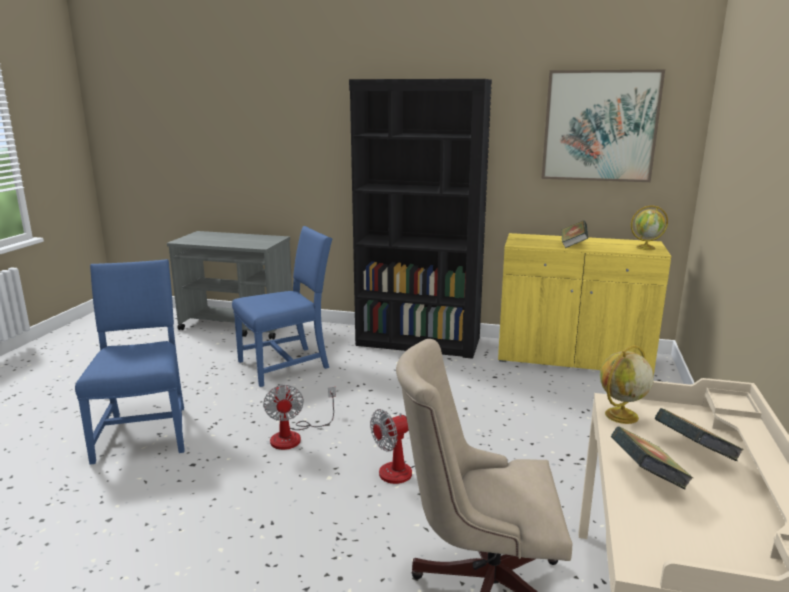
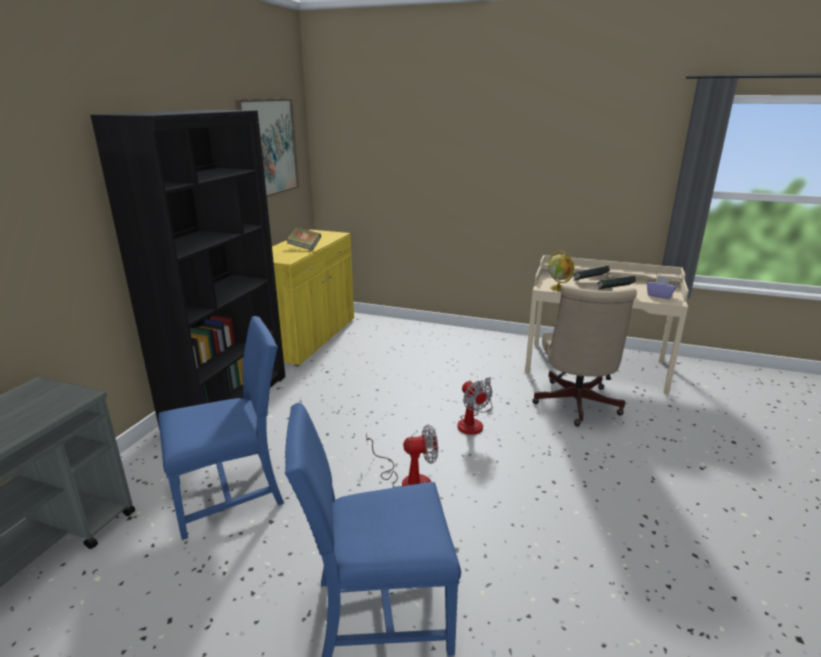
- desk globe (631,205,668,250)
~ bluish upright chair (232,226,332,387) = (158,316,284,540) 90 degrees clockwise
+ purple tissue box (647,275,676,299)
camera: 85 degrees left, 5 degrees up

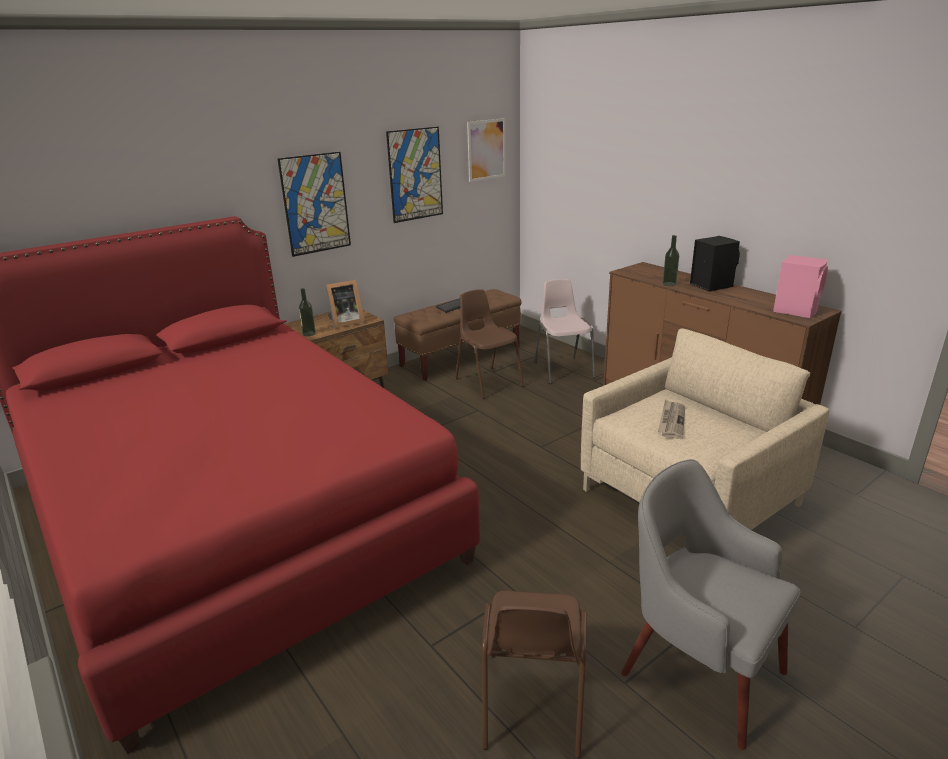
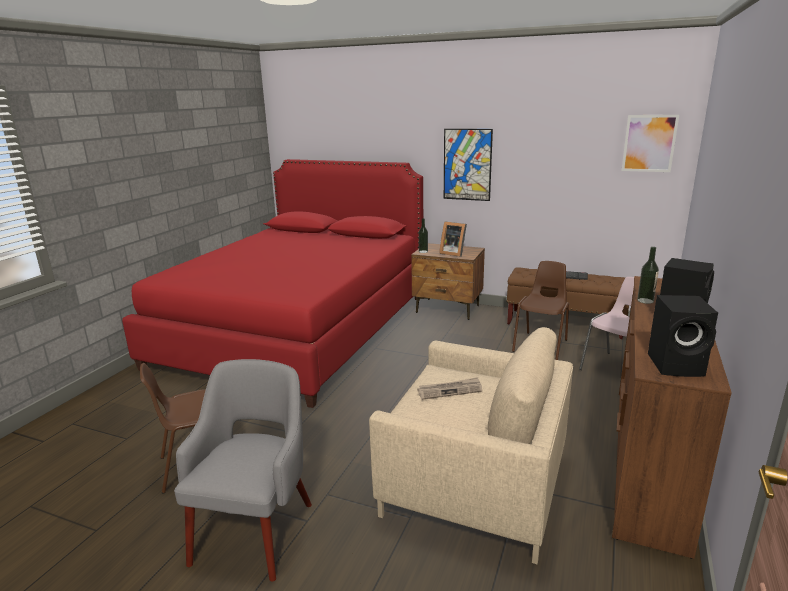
- picture (386,127,443,223)
~ pink-coloured speaker (773,255,828,318) to blackish speaker (648,295,718,377)
camera: 60 degrees right, 5 degrees down

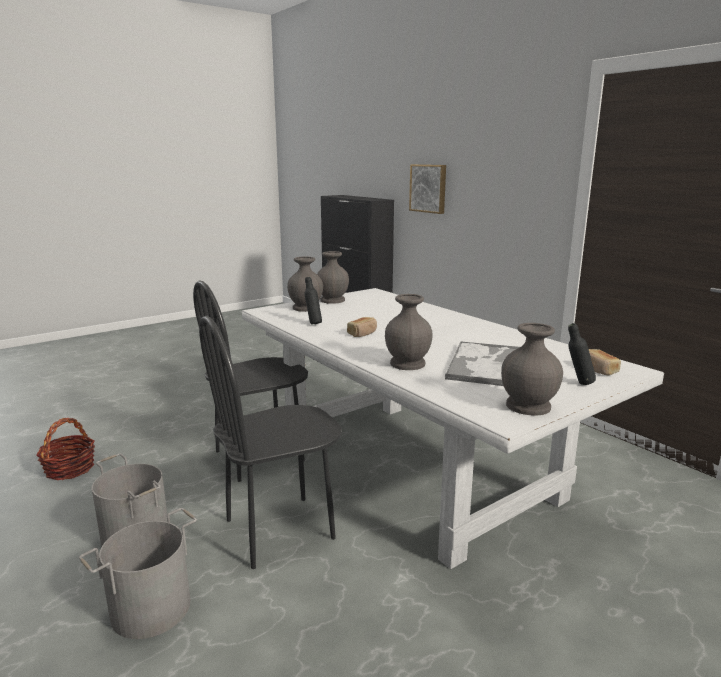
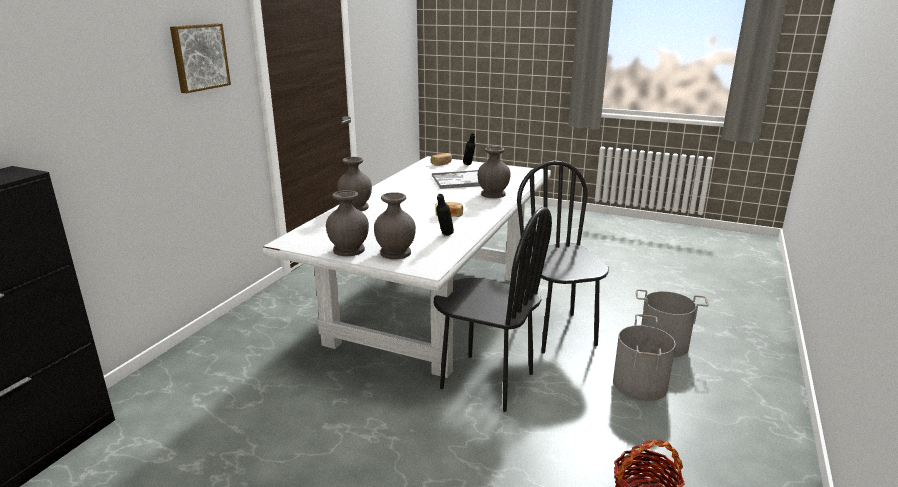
~ picture (409,164,446,214) to (170,23,231,93)
~ blackish upright chair (199,316,342,569) = (517,161,609,354) 135 degrees counterclockwise
~ gray vase (501,323,563,415) to (337,157,372,211)
camera: 120 degrees left, 5 degrees up

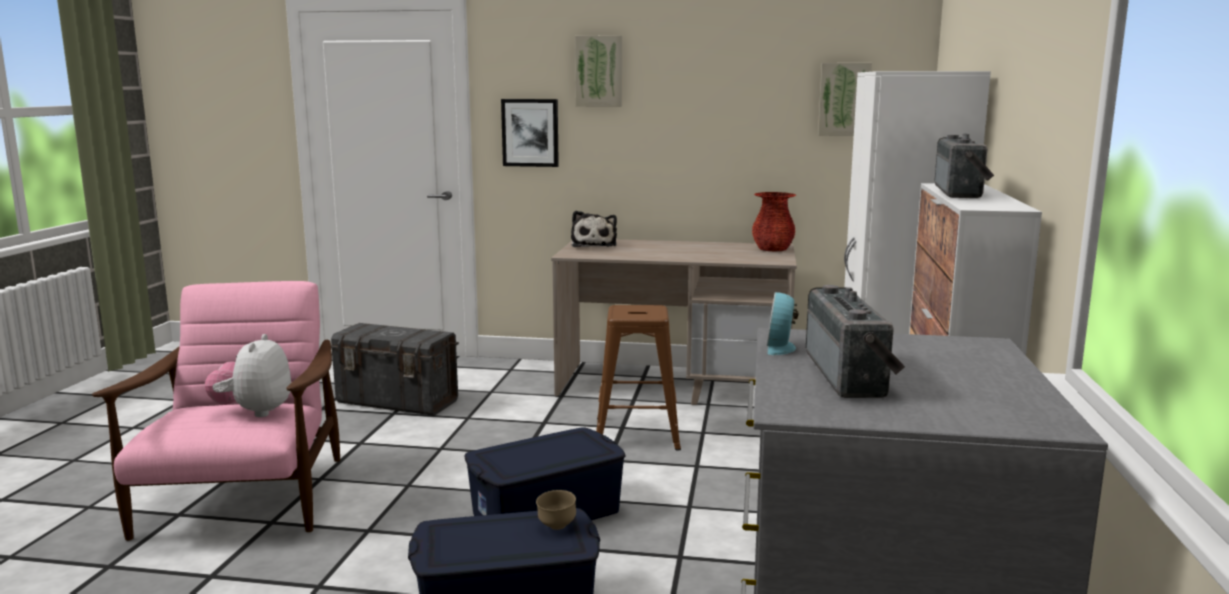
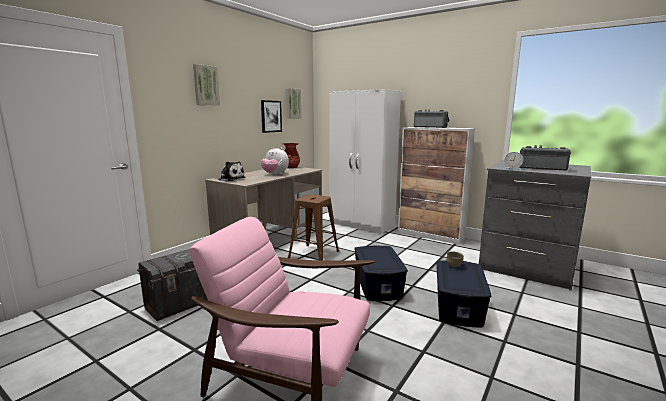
~ picture (501,99,559,167) to (261,100,282,133)
~ cuddly toy (205,334,291,417) to (261,147,289,175)
camera: 65 degrees left, 0 degrees up

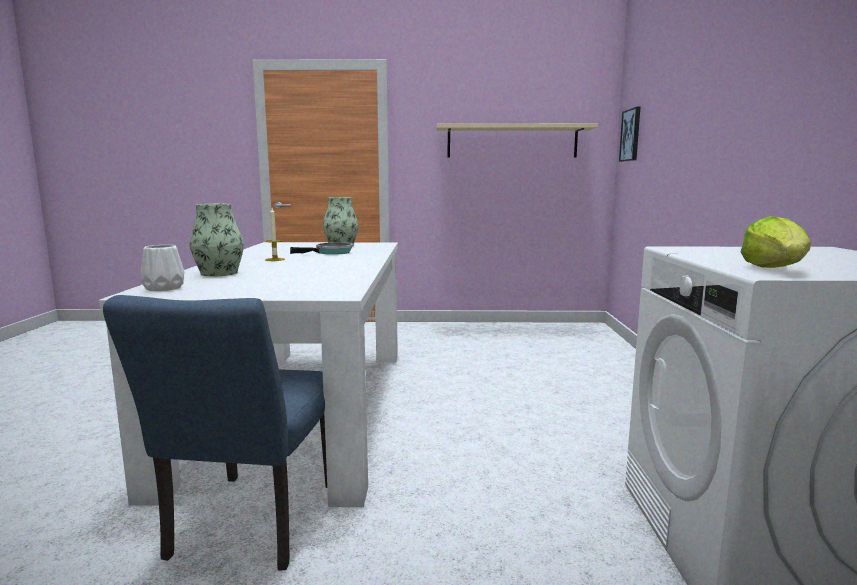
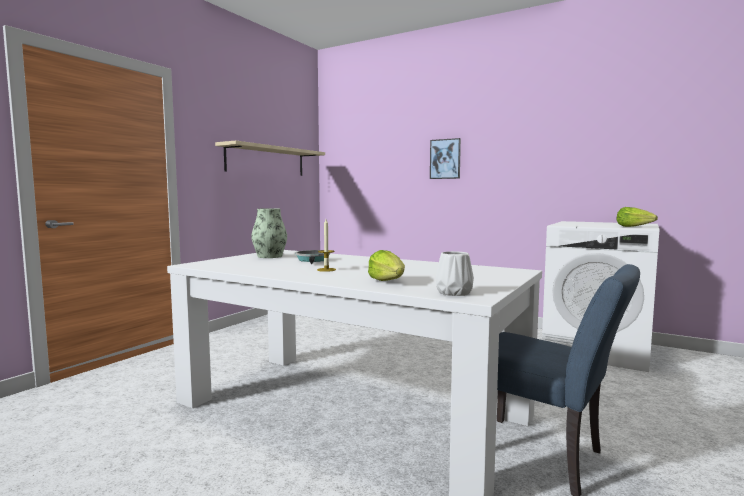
~ picture (619,107,640,162) to (430,138,461,179)
~ vase (190,204,244,276) to lettuce (368,250,405,281)
camera: 60 degrees left, 5 degrees down

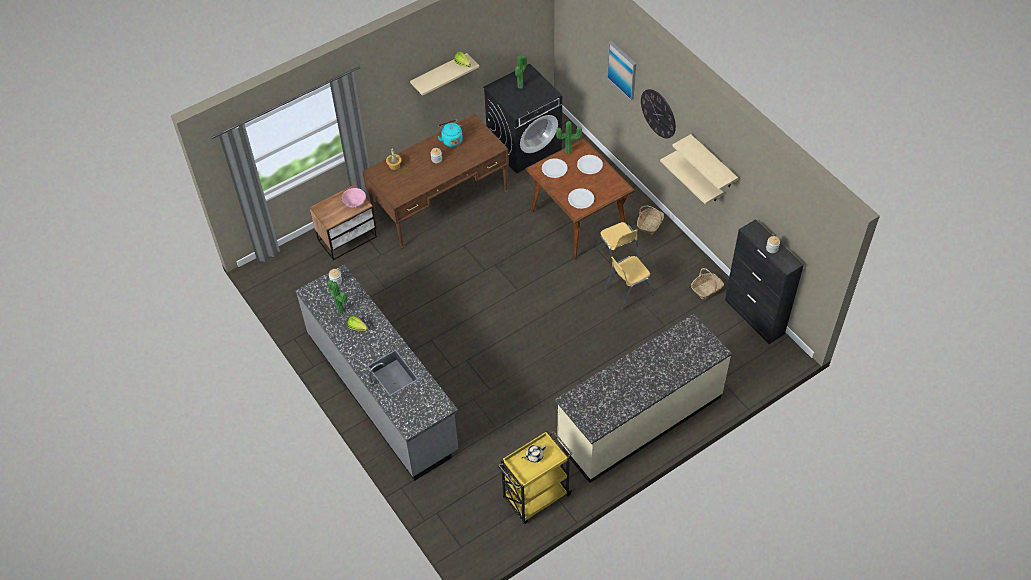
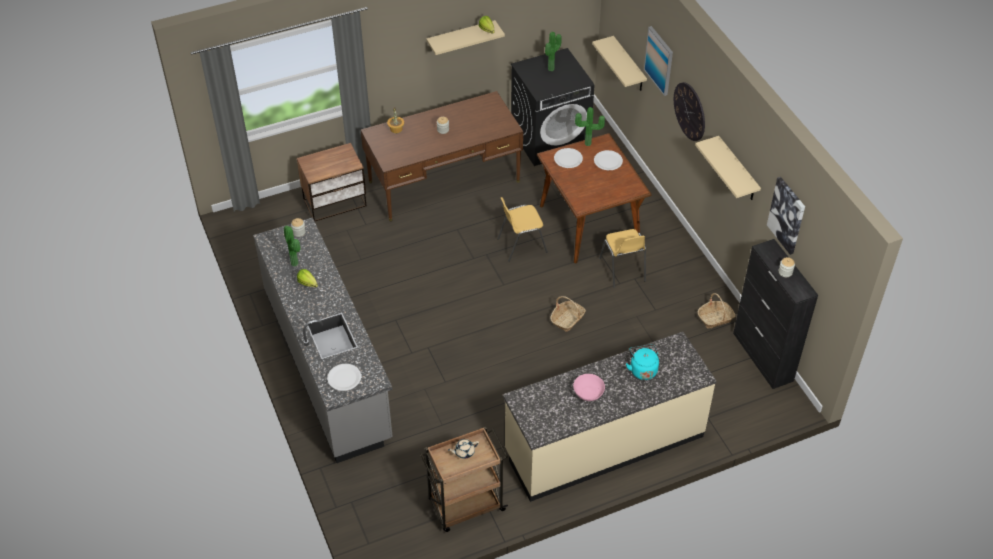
~ turquoise water kettle (438,120,463,147) to (626,344,659,380)
~ beige shelf (660,150,724,204) to (592,36,647,91)
~ pink-coloured deep dish (342,188,366,208) to (573,374,605,401)
~ whitish dinner plate (568,188,594,209) to (327,364,361,391)
~ basket (637,205,664,235) to (550,296,586,332)
~ yellowish upright chair (605,256,653,310) to (497,197,548,262)
~ yellowish cart (498,430,573,524) to brownish cart (420,427,508,532)
+ picture (767,177,805,255)
camera: 10 degrees right, 5 degrees down

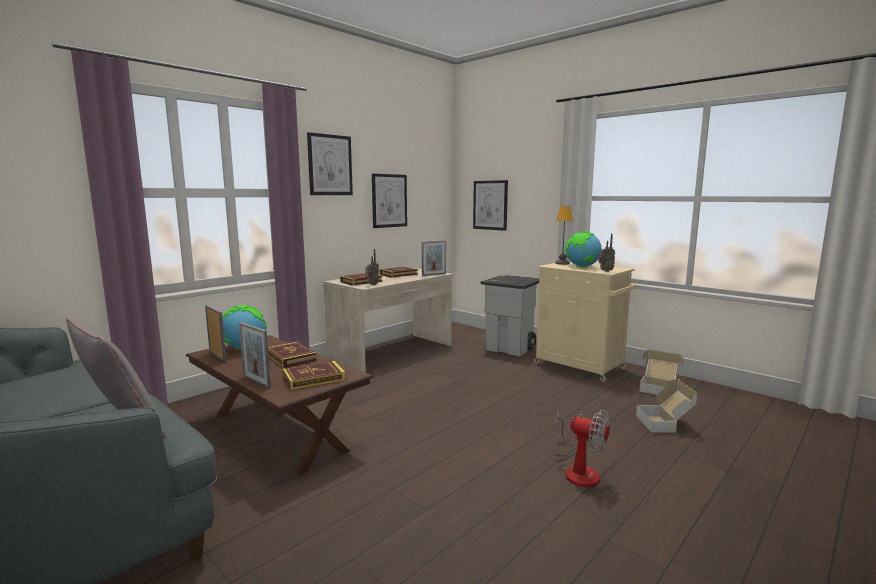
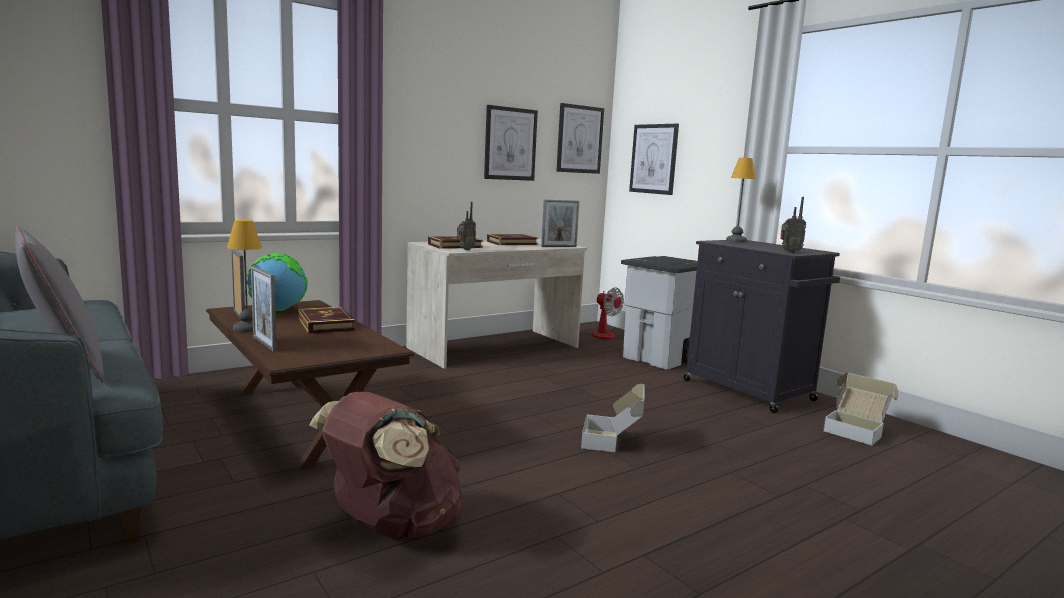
~ picture (307,132,353,195) to (556,103,604,174)
- desk globe (565,231,602,268)
~ beige cupboard (534,262,636,382) to blackish cupboard (684,240,840,413)
- bound book (283,360,345,390)
~ packing box (636,379,697,433) to (581,384,645,452)
~ cooling fan (554,410,611,487) to (590,287,624,340)
+ lamp for a table (227,220,262,332)
+ brownish backpack (309,392,462,541)
camera: 10 degrees right, 0 degrees up

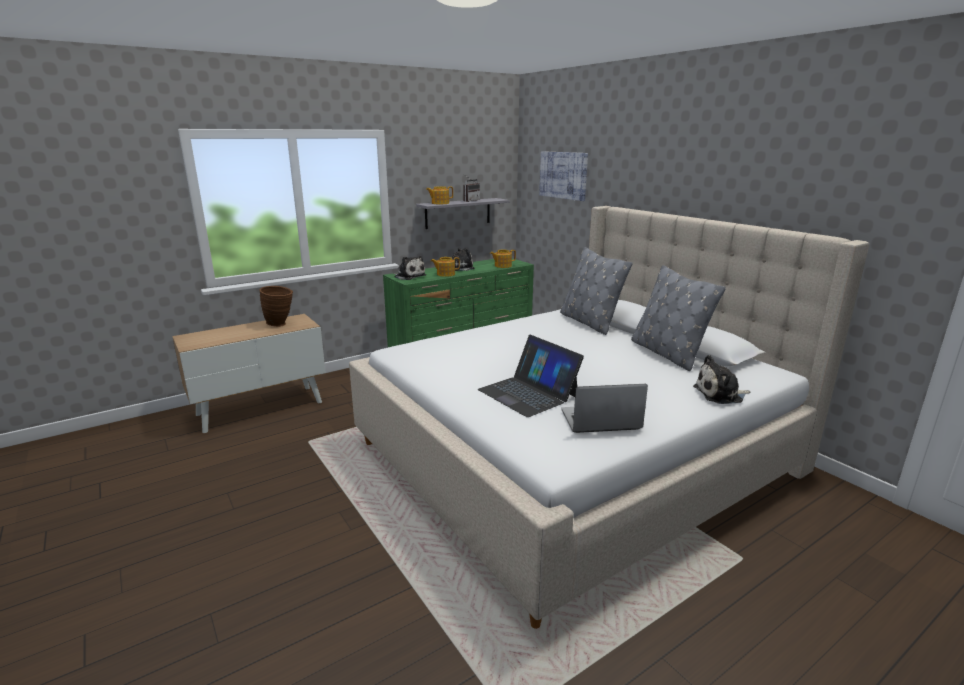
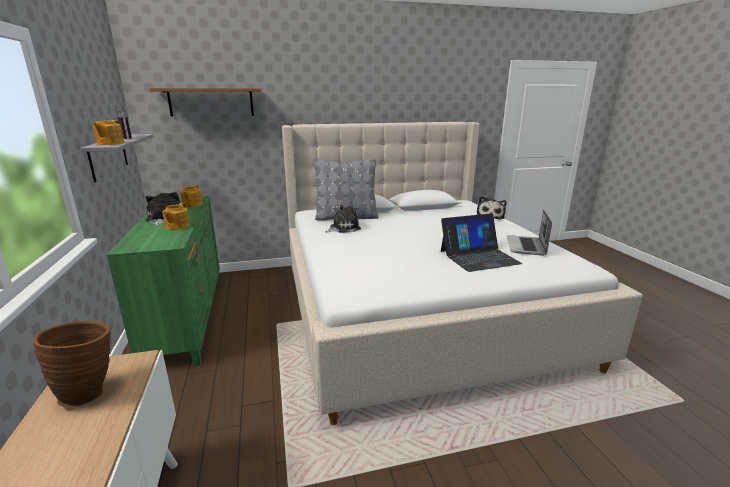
~ picture (539,151,588,201) to brownish shelf (149,88,262,117)
~ cuddly toy (394,256,426,280) to (325,205,361,233)
- gray throw pillow (631,265,726,371)
camera: 70 degrees left, 0 degrees up

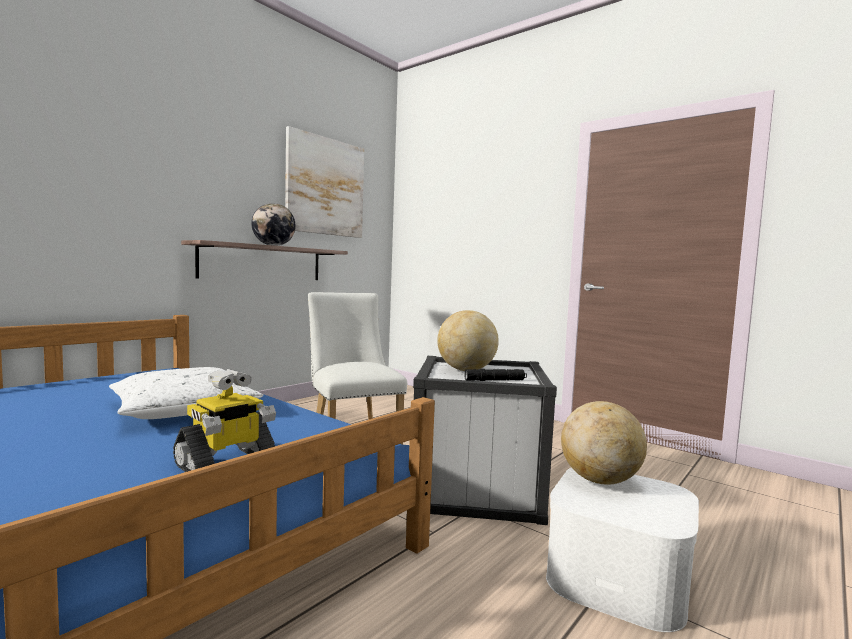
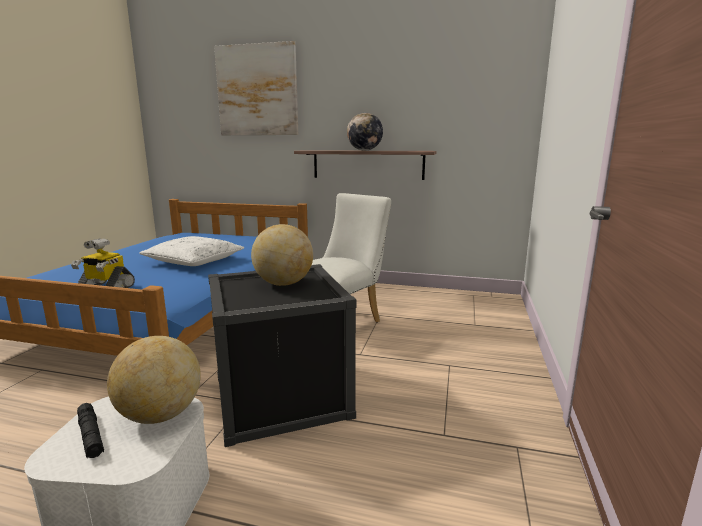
~ picture (285,126,364,238) to (214,41,298,135)
~ whitish storage bin (413,356,557,525) to blackish storage bin (208,264,357,447)
~ blackish hand torch (464,369,527,381) to (77,403,104,458)
camera: 65 degrees right, 10 degrees up

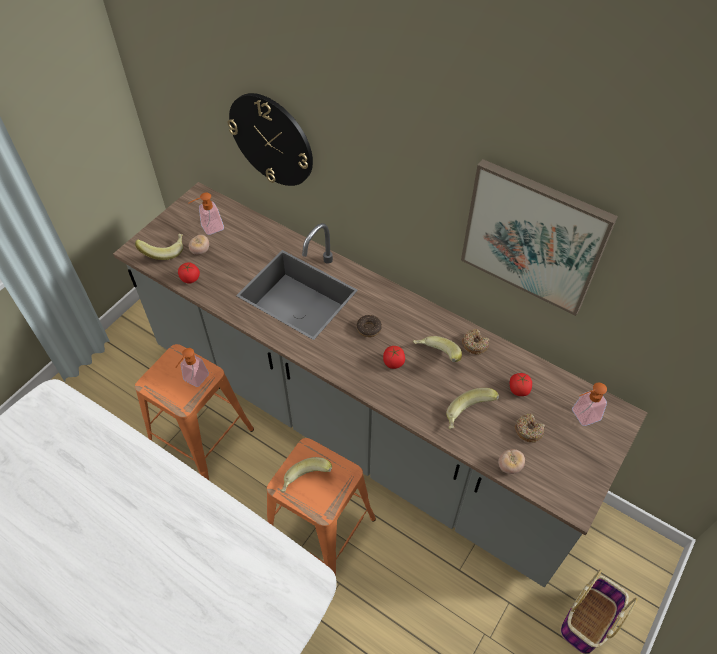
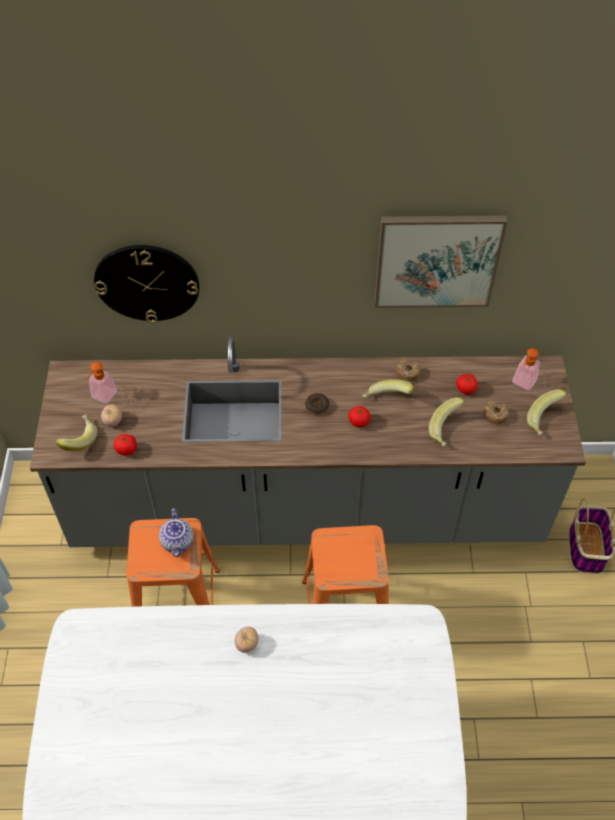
~ soap dispenser (176,348,209,387) to teapot (159,508,193,557)
~ fresh tomato (498,449,525,474) to (234,627,258,653)
~ whole banana (281,457,332,492) to (527,389,567,435)
camera: 35 degrees left, 0 degrees up

